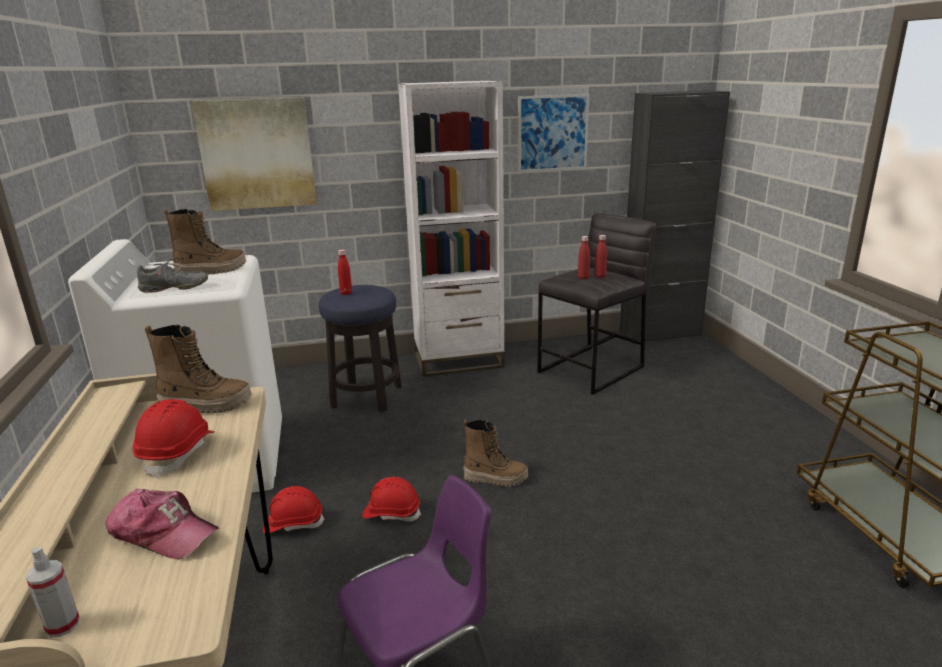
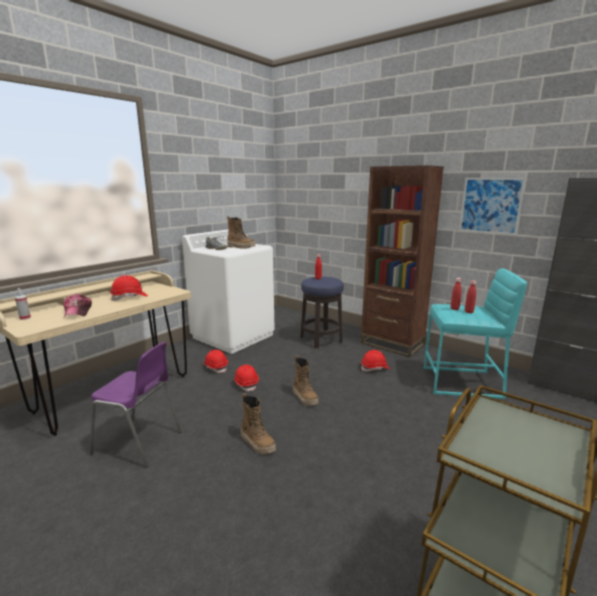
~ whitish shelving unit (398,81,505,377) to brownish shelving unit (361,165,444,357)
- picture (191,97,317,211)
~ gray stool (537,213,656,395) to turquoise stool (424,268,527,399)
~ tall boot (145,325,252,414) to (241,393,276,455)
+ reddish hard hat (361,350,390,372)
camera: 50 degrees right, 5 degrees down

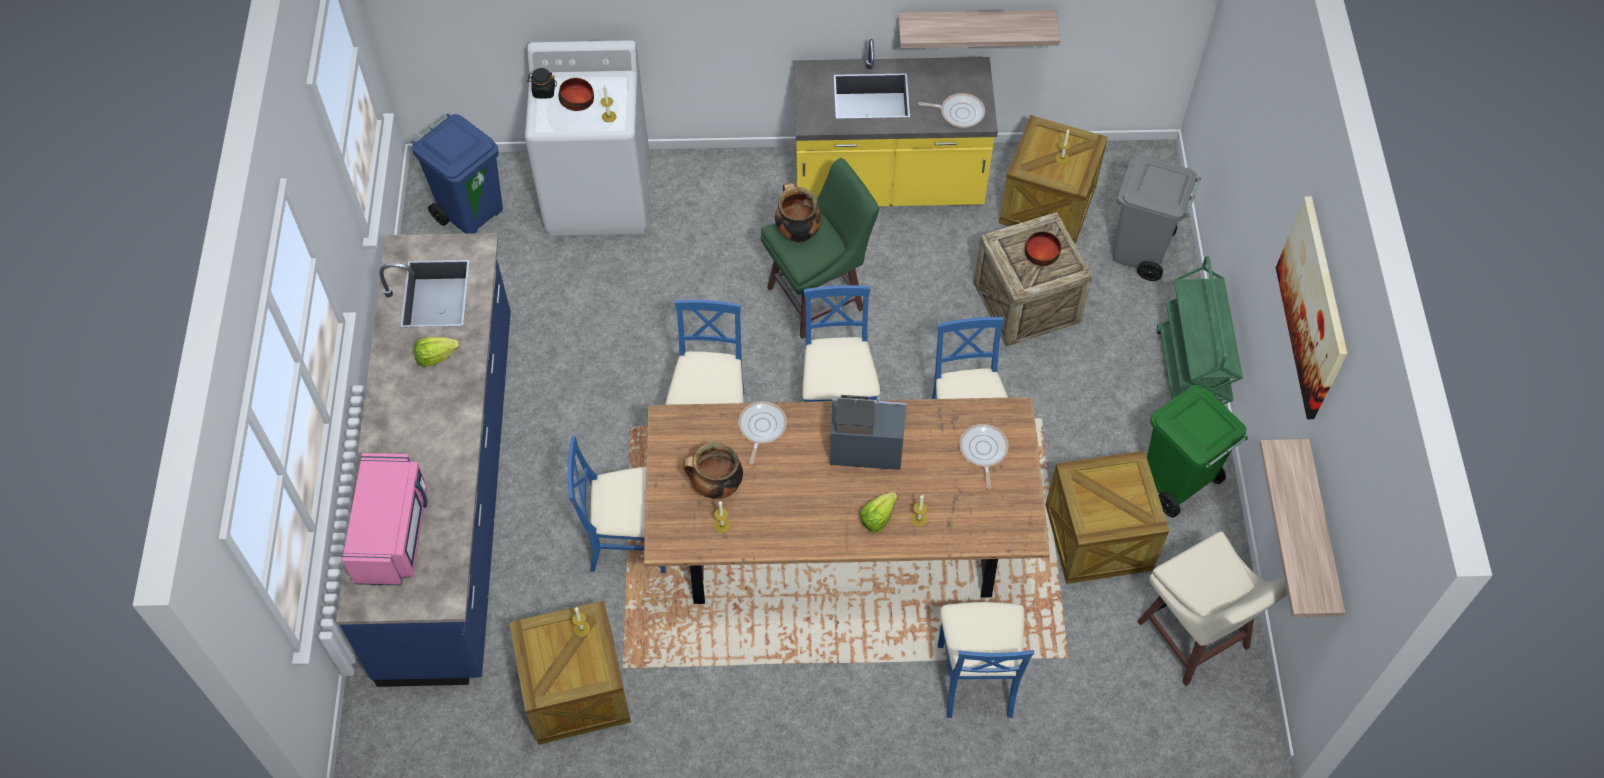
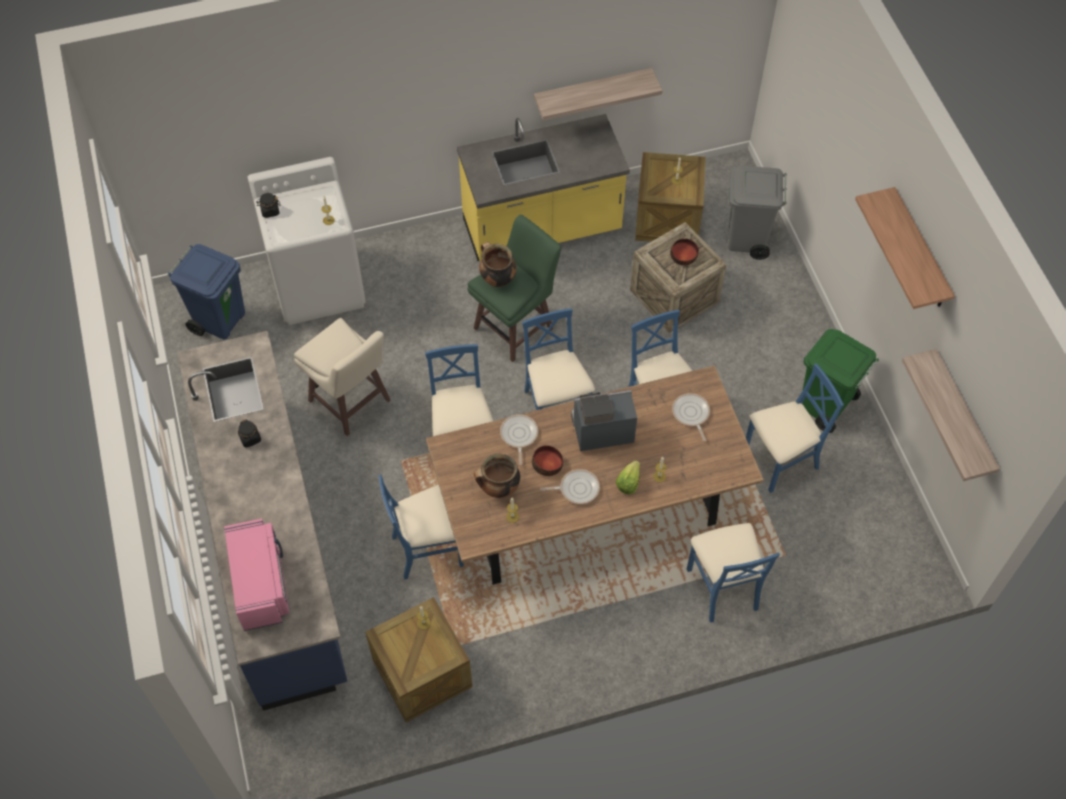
~ deep dish (559,78,594,111) to (532,445,563,476)
~ pan (918,93,985,128) to (540,469,600,504)
~ picture (1276,196,1348,419) to shelf (855,187,955,309)
- green-coloured cart (1157,256,1243,405)
~ lettuce (414,337,460,367) to blackish preserve jar (238,419,261,448)
~ crate (1045,451,1169,584) to bluish upright chair (746,363,844,493)
~ beige stool (1137,531,1287,686) to (294,318,391,436)
camera: 15 degrees left, 0 degrees up

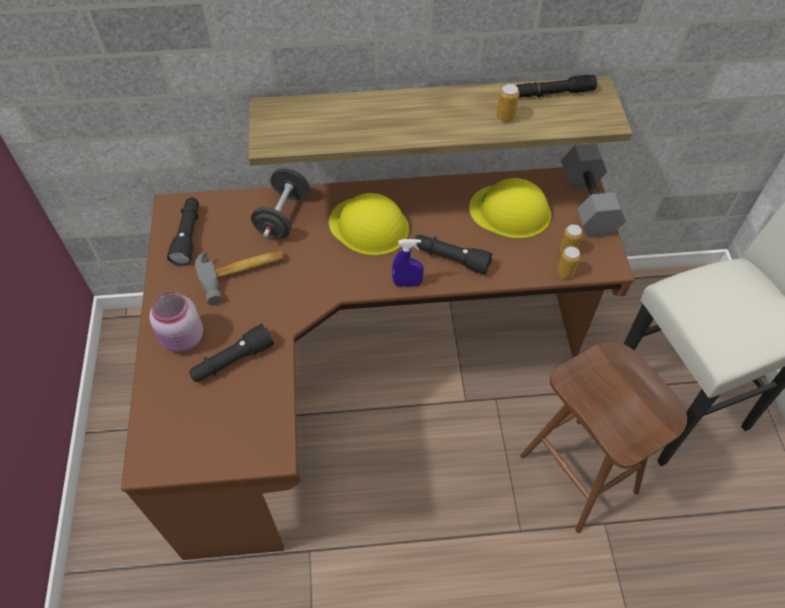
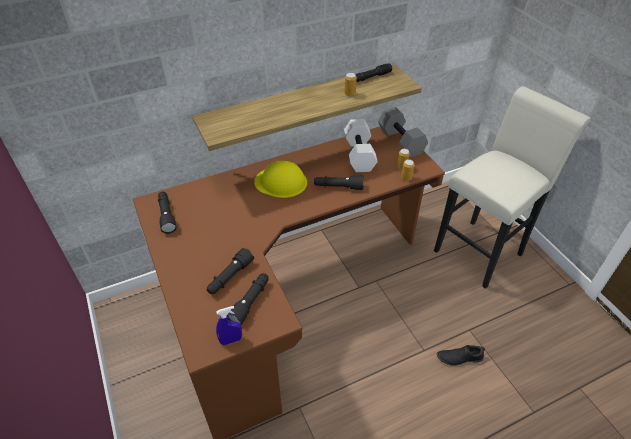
- blackish dumbbell (251,168,310,238)
~ yellowish hard hat (469,178,551,239) to whitish dumbbell (344,119,378,172)
~ bluish hand sprayer (392,239,424,287) to (216,306,242,345)
- hand hammer (195,249,283,305)
- pink-coloured preserve jar (149,292,203,353)
- brownish stool (520,341,687,533)
+ blackish hand torch (227,273,269,325)
+ blackish shoe (437,345,485,366)
camera: 20 degrees left, 10 degrees down

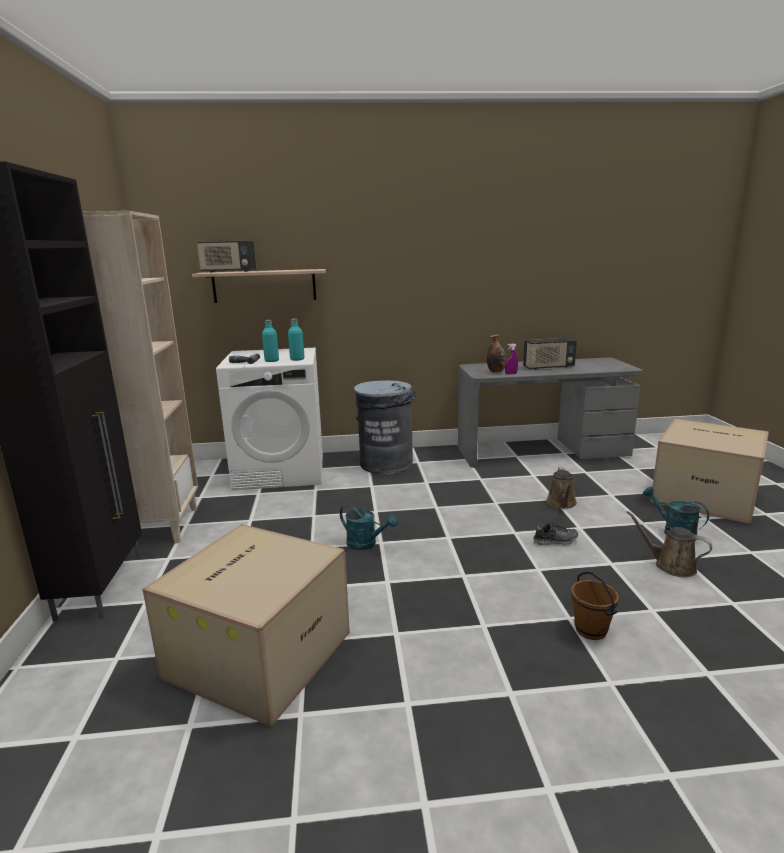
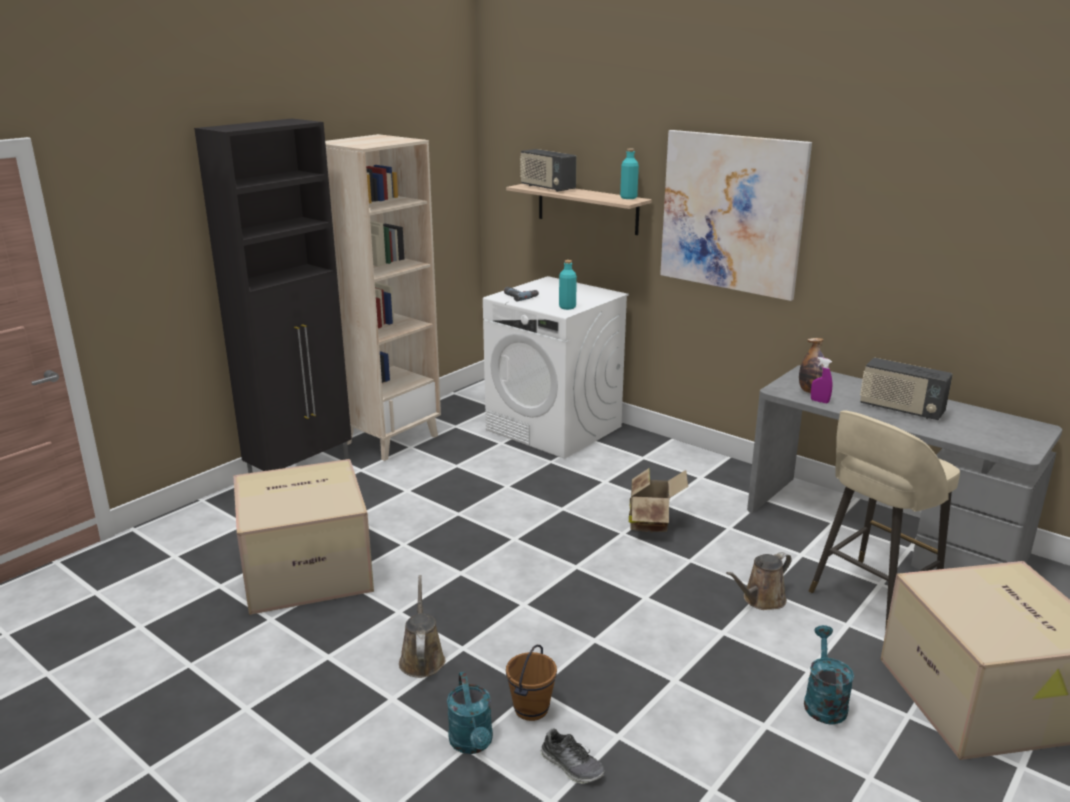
~ turquoise bottle (262,320,279,362) to (620,149,639,199)
- gray waste bin (354,380,417,475)
~ turquoise watering can (340,504,398,550) to (447,672,493,754)
~ brownish watering can (626,511,712,577) to (399,575,445,678)
~ shoe (533,523,578,546) to (540,729,605,784)
+ picture (660,130,812,301)
+ beige stool (809,410,960,632)
+ packing box (629,468,688,532)
camera: 45 degrees right, 5 degrees up

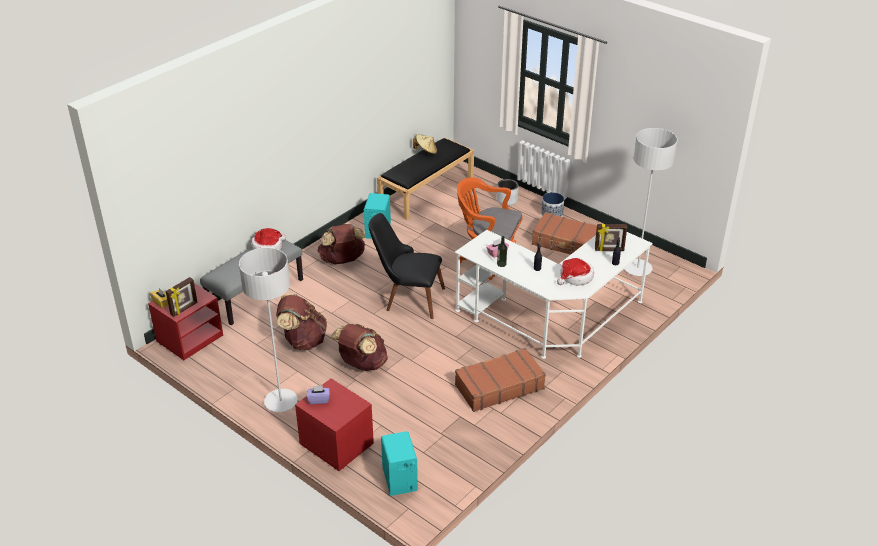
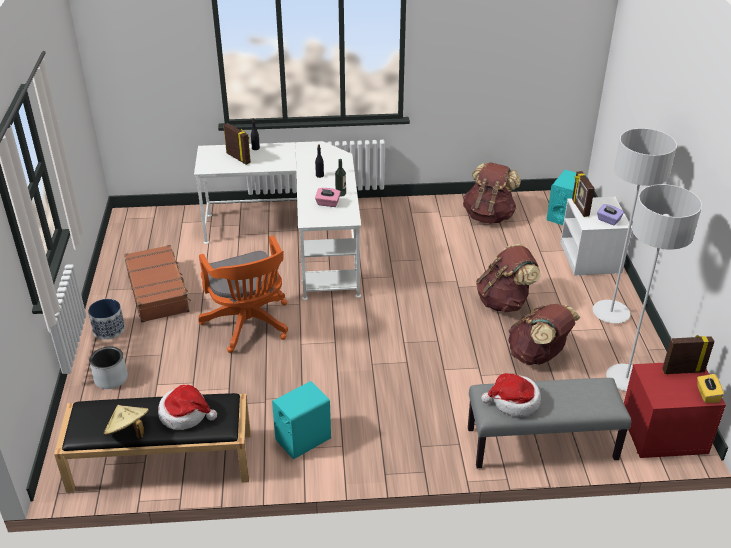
~ gray standing lamp (624,128,678,276) to (606,184,702,391)
- blackish upright chair (369,213,445,319)
~ brownish backpack (318,224,365,265) to (463,162,521,224)
~ wearable hat (557,258,594,285) to (158,385,217,430)
- brownish piece of luggage (455,348,546,412)
~ reddish night table (295,378,374,471) to whitish night table (560,197,632,276)
+ photo frame (572,171,595,217)
camera: 135 degrees left, 0 degrees up

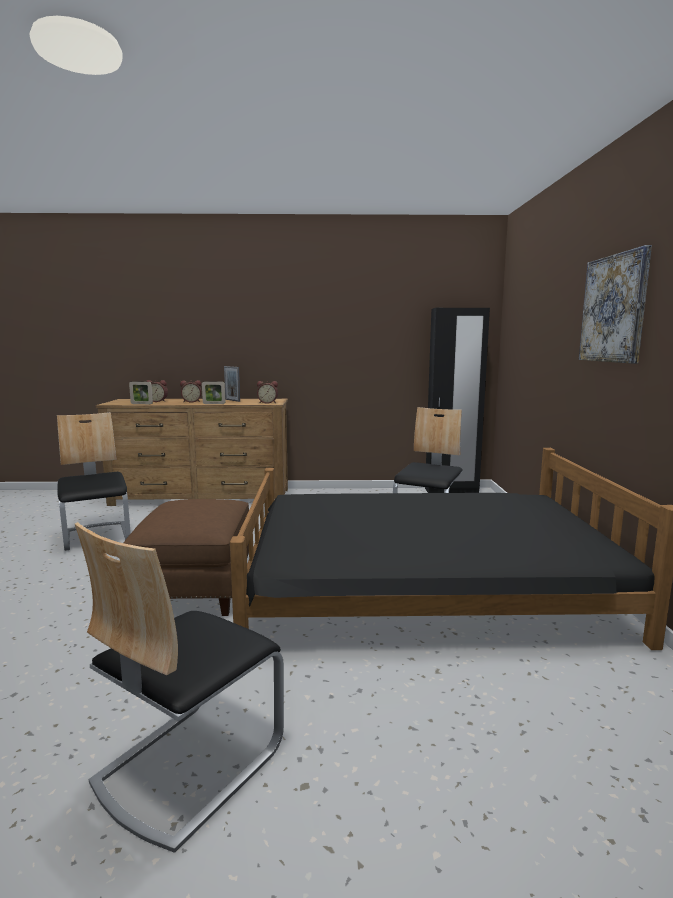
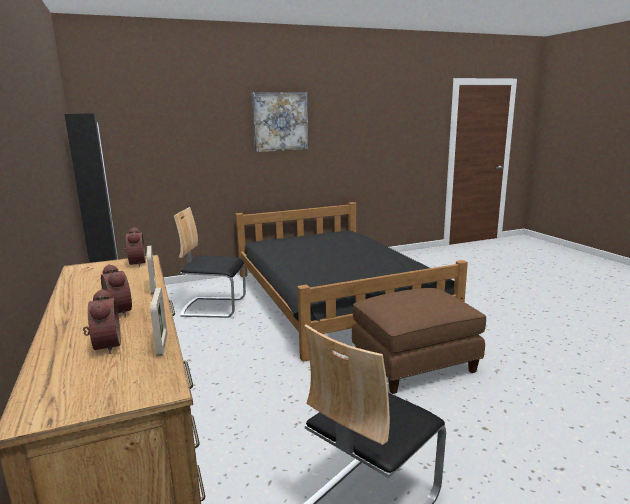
- photo frame (224,366,240,402)
- upright chair (75,522,284,853)
camera: 110 degrees left, 5 degrees up

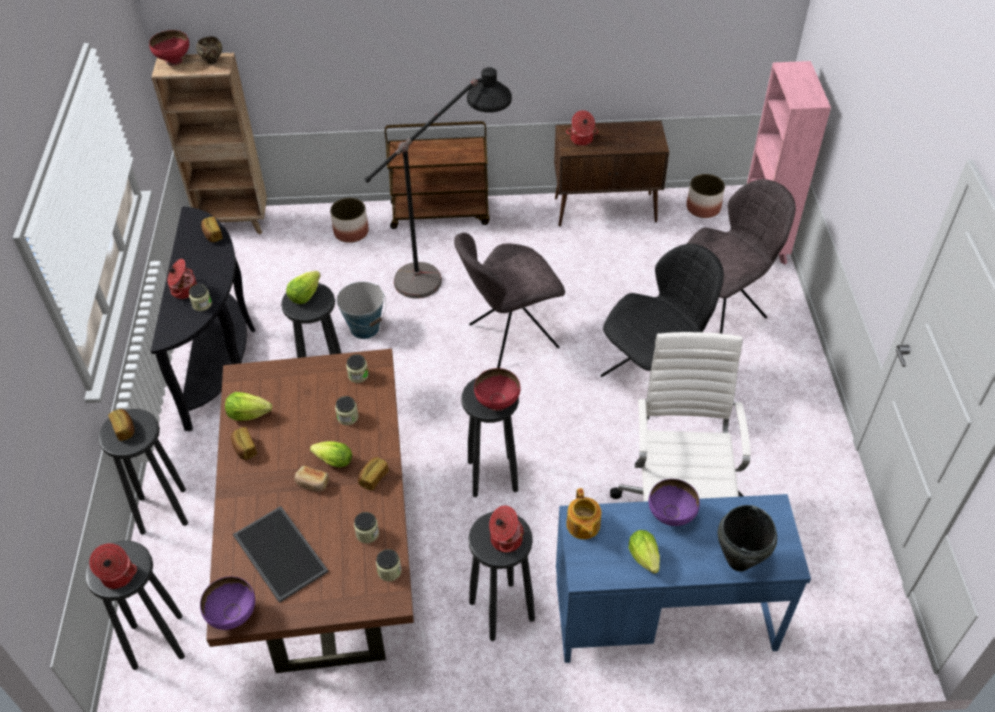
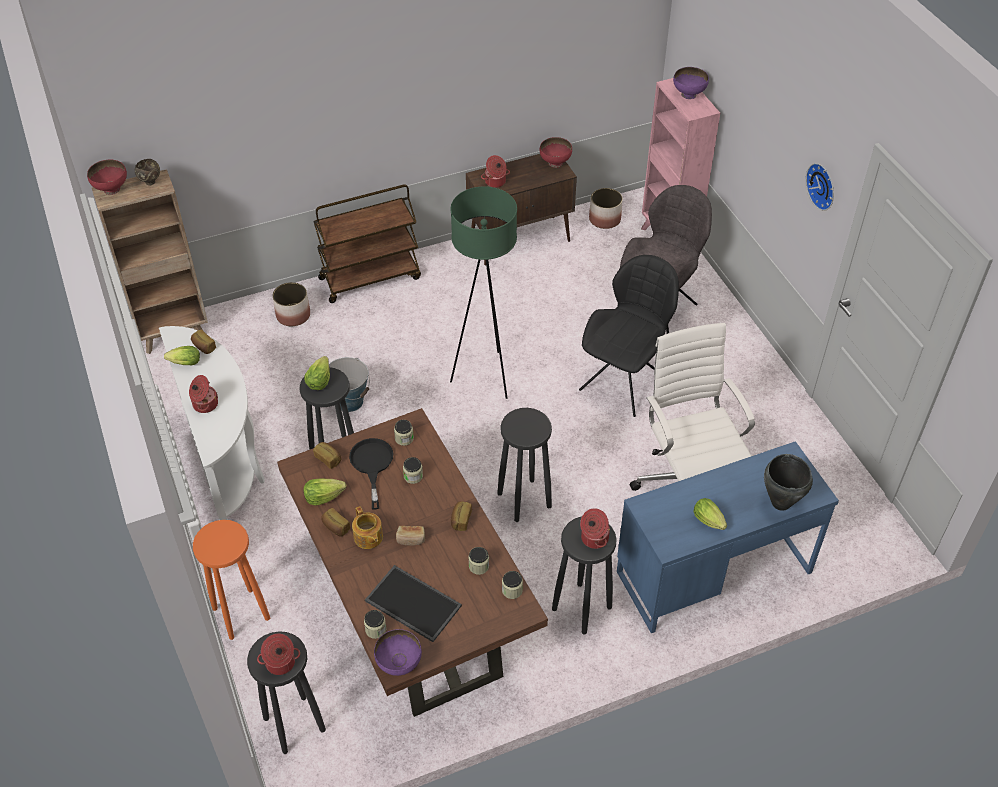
- blackish standing lamp (364,67,512,298)
~ blackish hall table (151,207,255,431) to whitish hall table (159,326,264,520)
~ gray upright chair (454,233,565,368) to green-coloured standing lamp (450,186,517,399)
~ preserve jar (189,284,212,311) to (364,610,386,639)
~ reddish deep dish (474,368,521,411) to (540,137,572,168)
~ blackish stool (98,409,188,535) to orangey stool (193,520,270,640)
~ baked bread (108,409,134,441) to (313,442,341,469)
~ lettuce (310,441,352,467) to (164,346,200,365)
~ purple deep dish (649,479,700,526) to (673,67,709,99)
~ teapot (566,488,601,539) to (352,506,383,549)
+ clock on the wall (806,163,834,211)
+ blackish pan (349,438,393,509)
camera: 20 degrees left, 0 degrees up

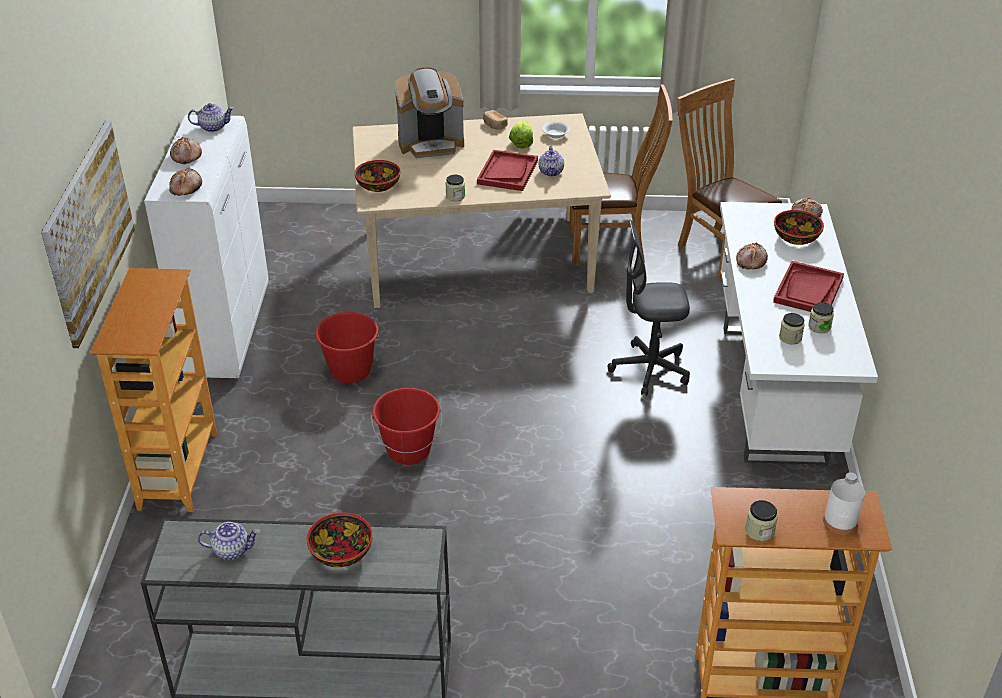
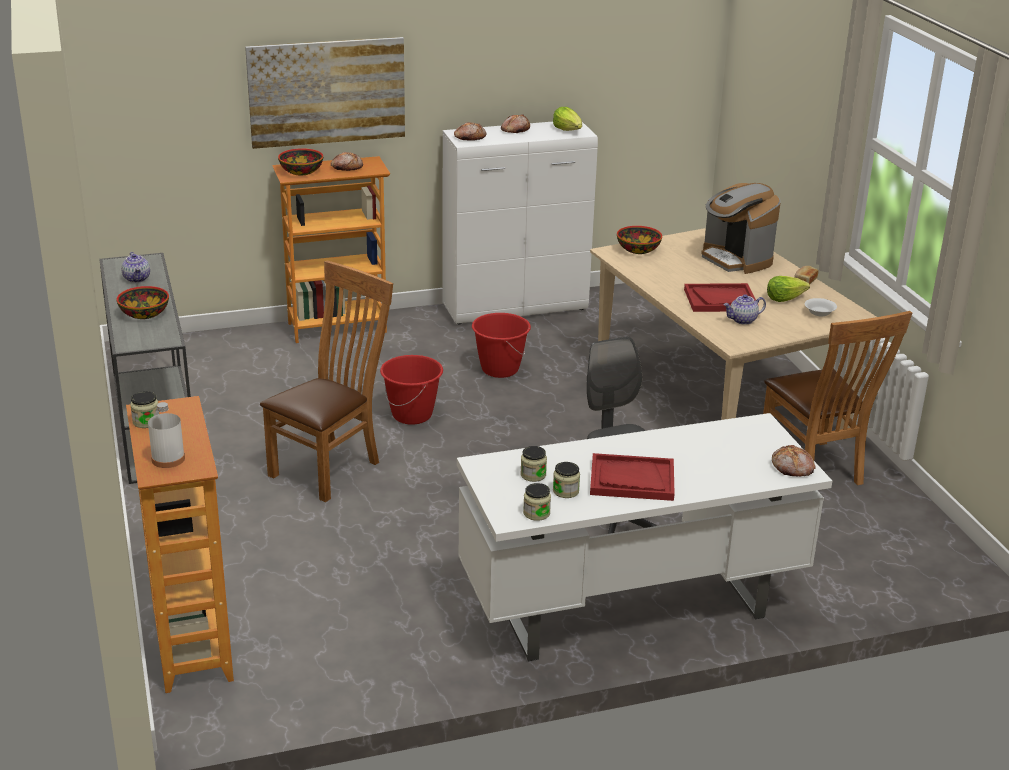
~ brownish upright chair (677,78,782,281) to (260,261,393,502)
~ teapot (188,103,234,132) to lettuce (553,107,582,131)
~ preserve jar (445,175,465,201) to (523,483,551,521)
~ deep dish (774,210,824,245) to (278,148,323,175)
~ baked bread (736,242,768,269) to (331,152,363,171)
camera: 70 degrees right, 10 degrees down

